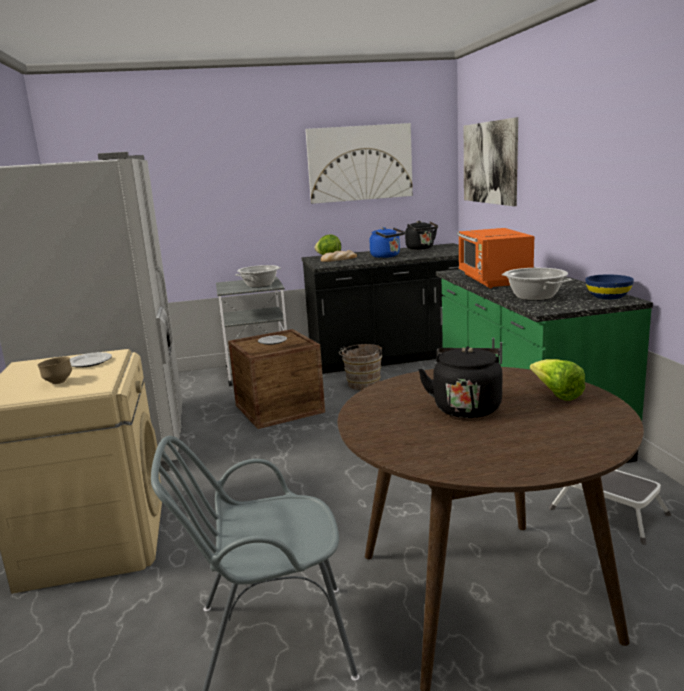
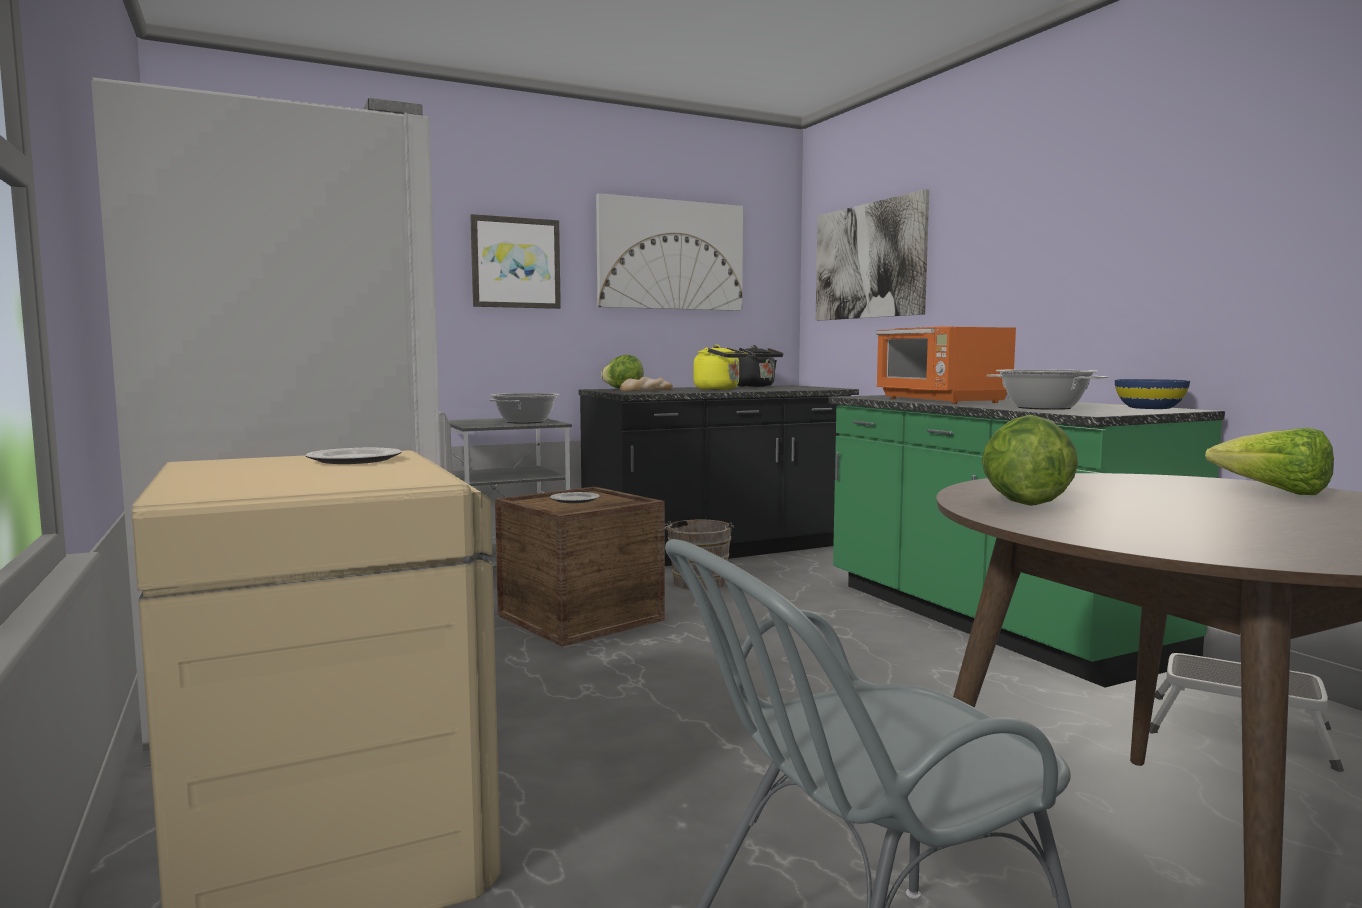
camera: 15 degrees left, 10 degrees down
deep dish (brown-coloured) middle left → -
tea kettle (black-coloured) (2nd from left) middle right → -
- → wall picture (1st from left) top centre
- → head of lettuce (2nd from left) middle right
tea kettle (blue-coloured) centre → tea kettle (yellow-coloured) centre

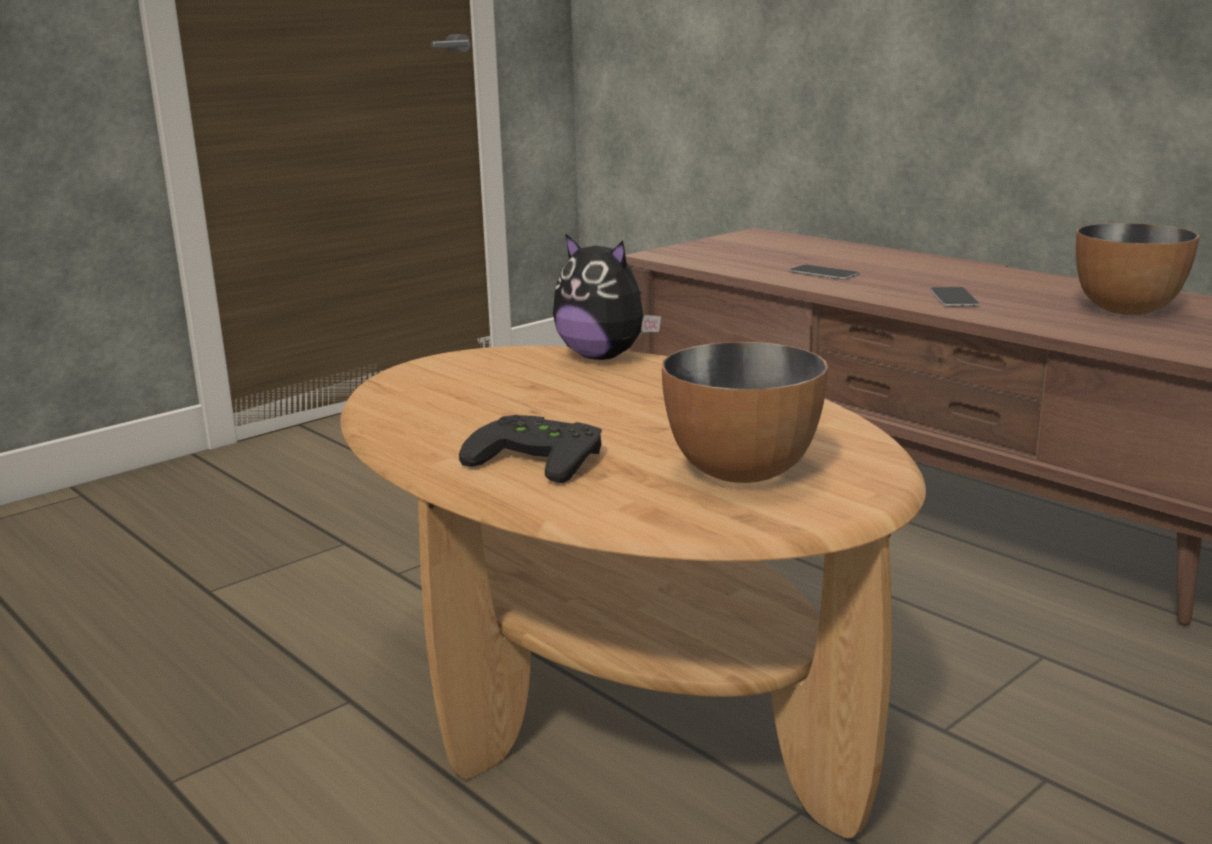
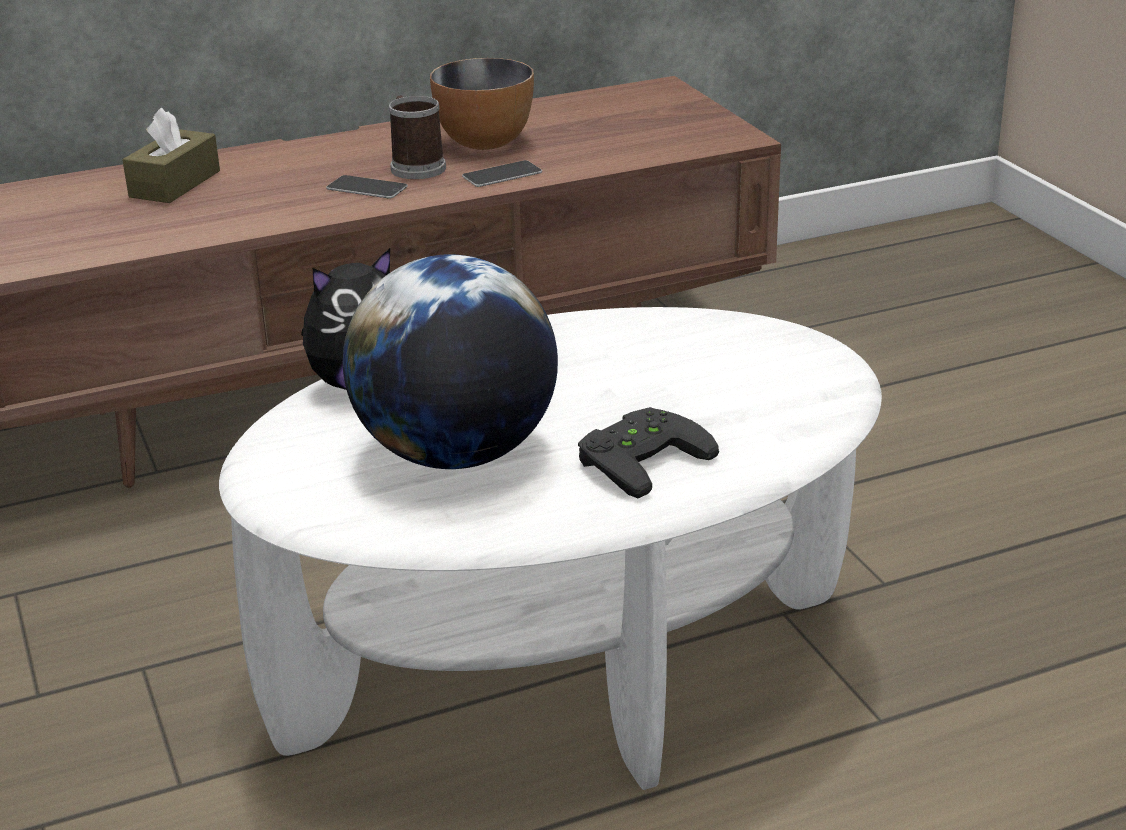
camera: 70 degrees left, 10 degrees up
deep dish (1st from left) centre → -
- → box of tissues (brown-coloured) top left
- → desk globe centre
- → tea mug top centre
telephone (1st from left in the first image) top right → telephone (2nd from left) top centre, move
coffee table (brown-coloured) bottom centre → coffee table (whitish) centre

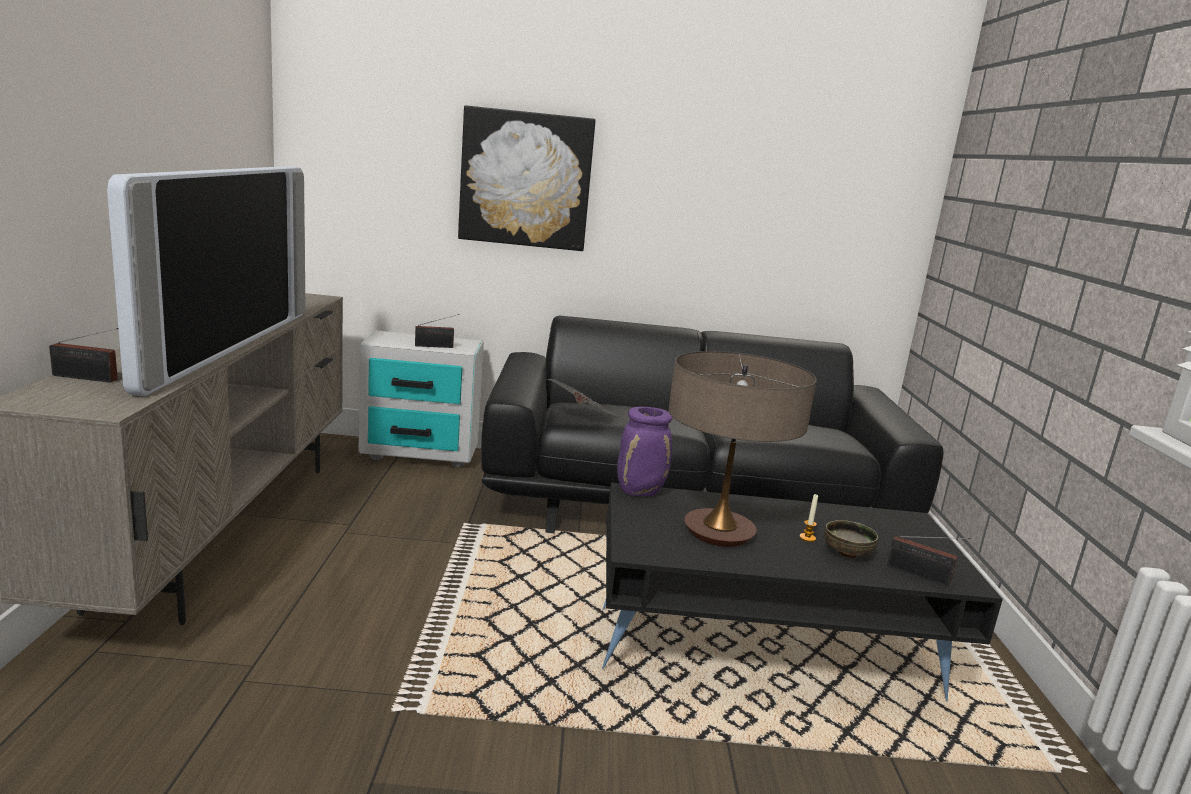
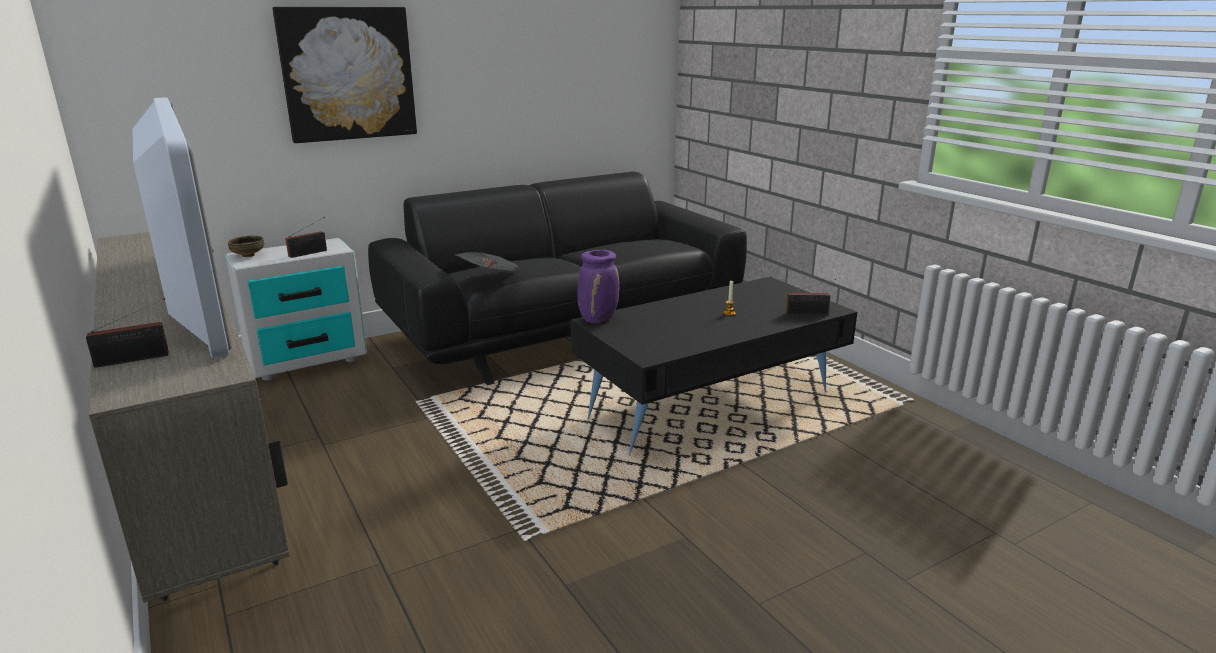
camera: 30 degrees left, 5 degrees up
lamp for a table centre → -
deep dish bottom right → deep dish middle left, move

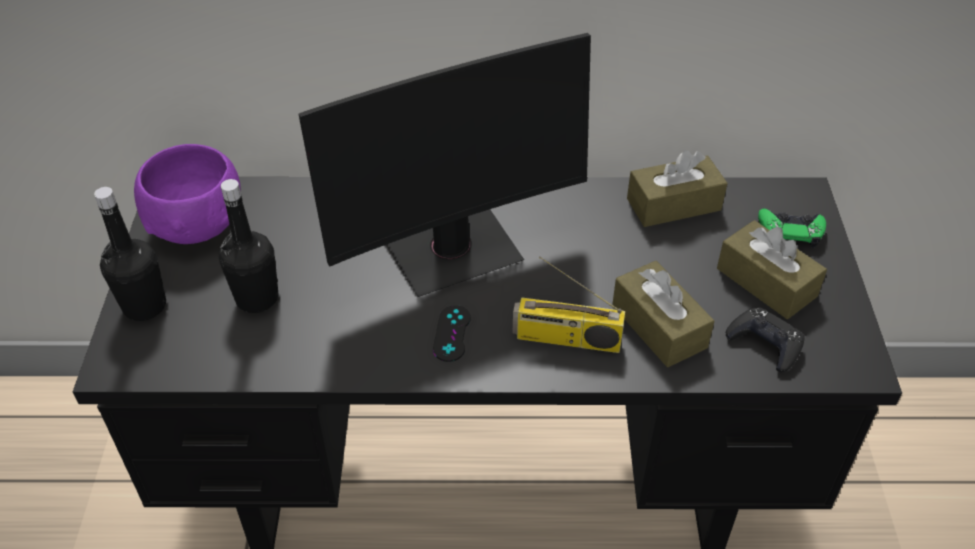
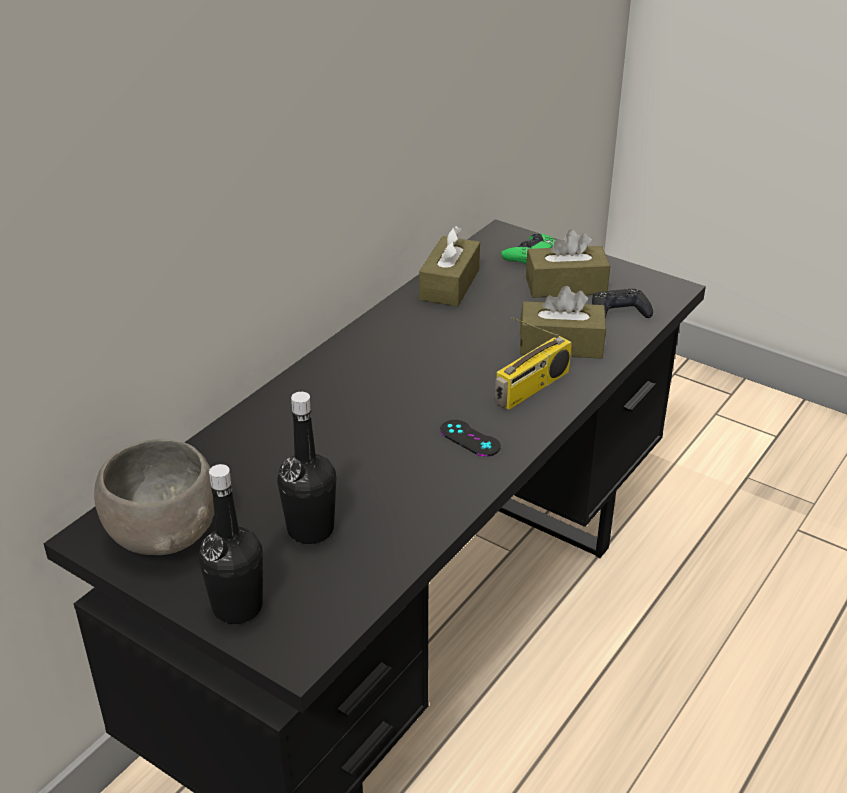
camera: 55 degrees left, 10 degrees down
computer display top centre → -
deep dish (purplish) middle left → deep dish (gray) middle left

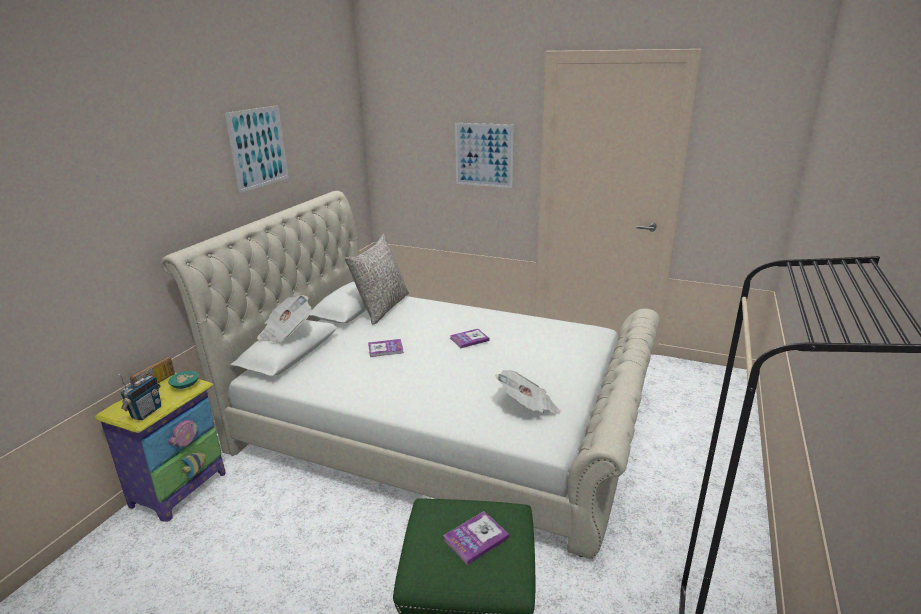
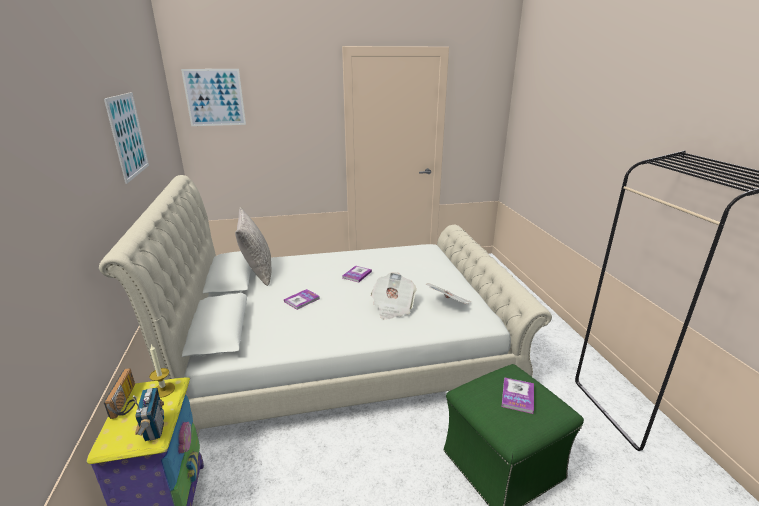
camera: 35 degrees left, 0 degrees up
newspaper (1st from left) middle left → newspaper (1st from left) centre, move
wall picture (2nd from left) top centre → wall picture (2nd from left) top left, move
deep dish (turquoise-coloured) middle left → wax light bottom left

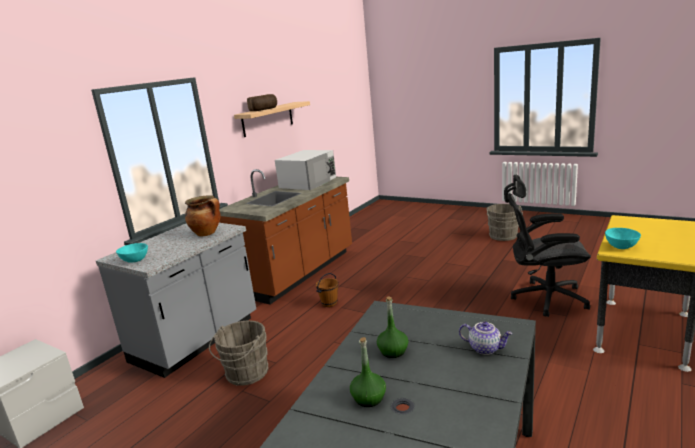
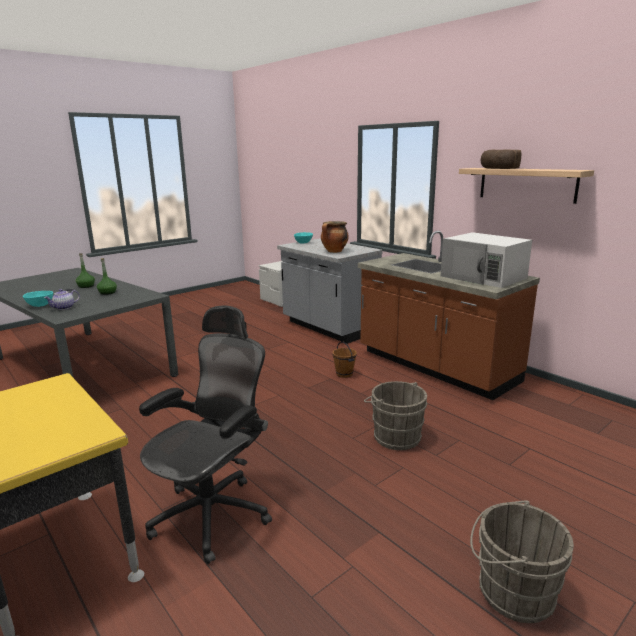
camera: 105 degrees right, 0 degrees up
pail (gray) (1st from left) bottom centre → pail (gray) (1st from left) centre, move
deep dish (turquoise-coloured) (2nd from left in the first image) middle right → deep dish (turquoise-coloured) (1st from left) middle left, move

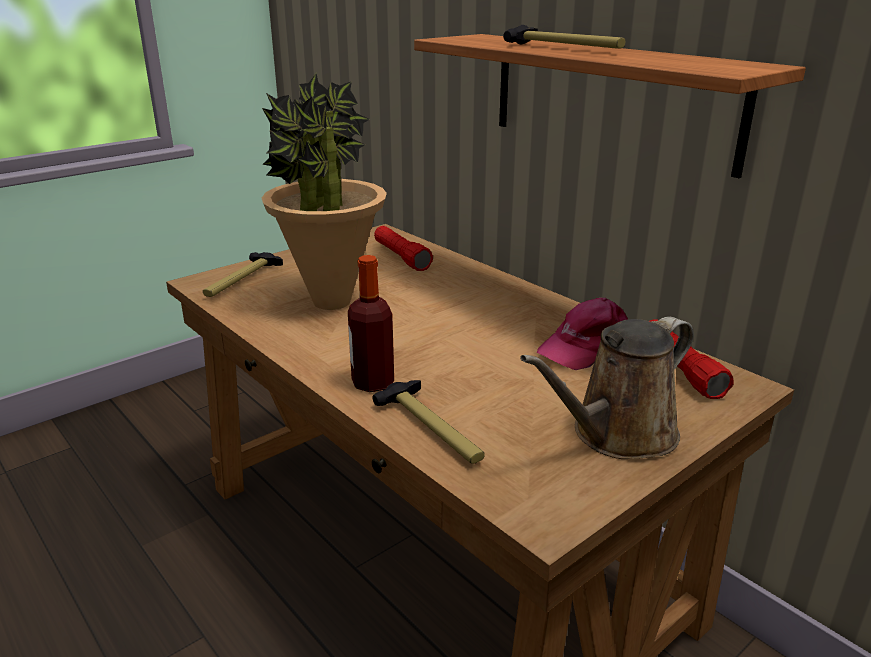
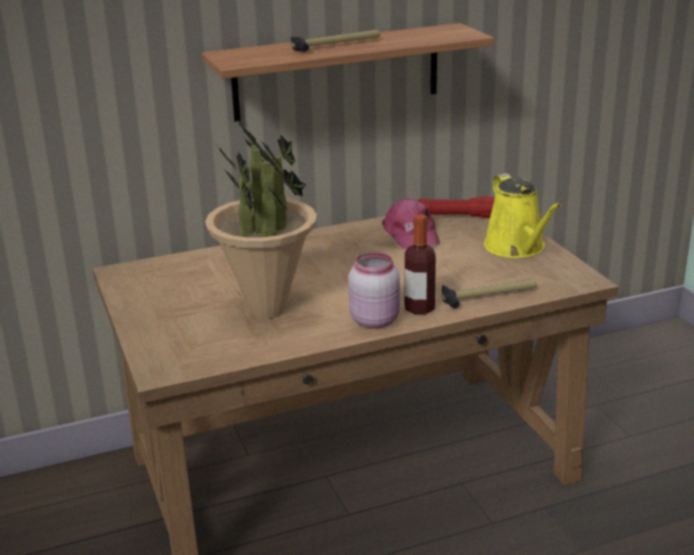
camera: 70 degrees left, 0 degrees up
hand hammer (1st from left) middle left → -
torch (reddish) (1st from left) centre → -
- → storage jar (pinkish) centre
watering pot (brown-coloured) middle right → watering pot (yellow-coloured) middle right

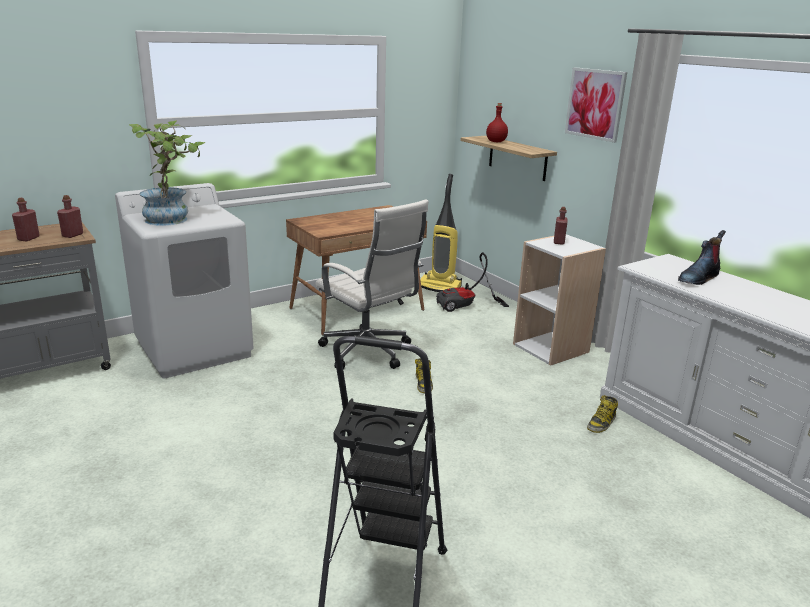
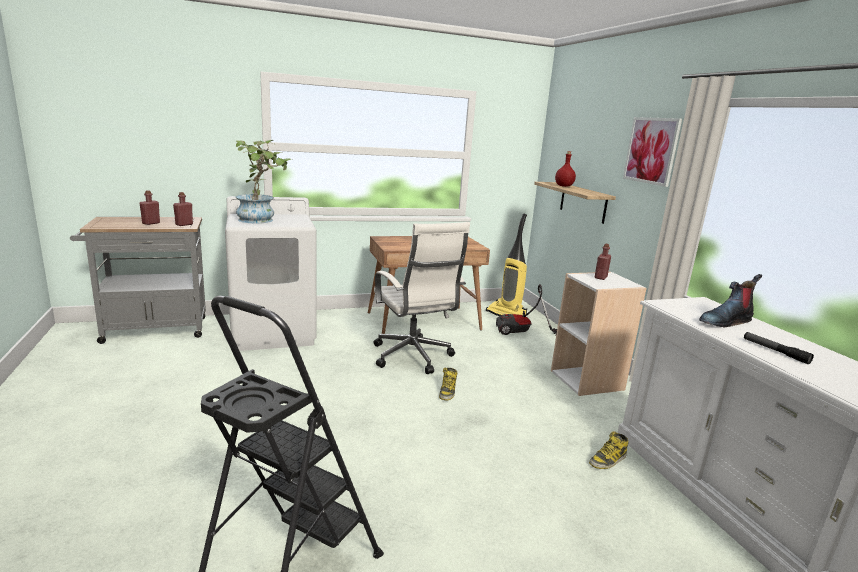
camera: 15 degrees right, 5 degrees down
- → torch middle right

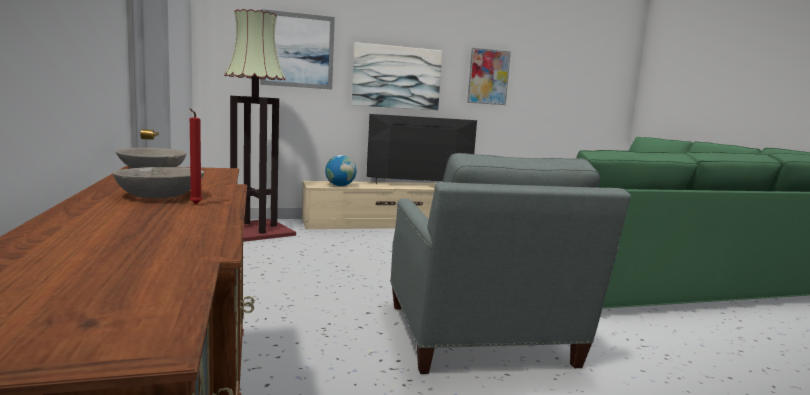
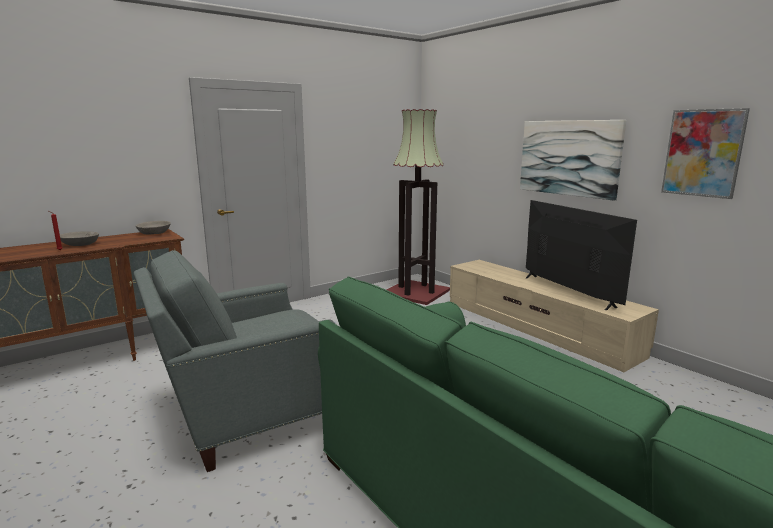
camera: 70 degrees right, 5 degrees up
wall picture (1st from left) top centre → -
desk globe centre → -

